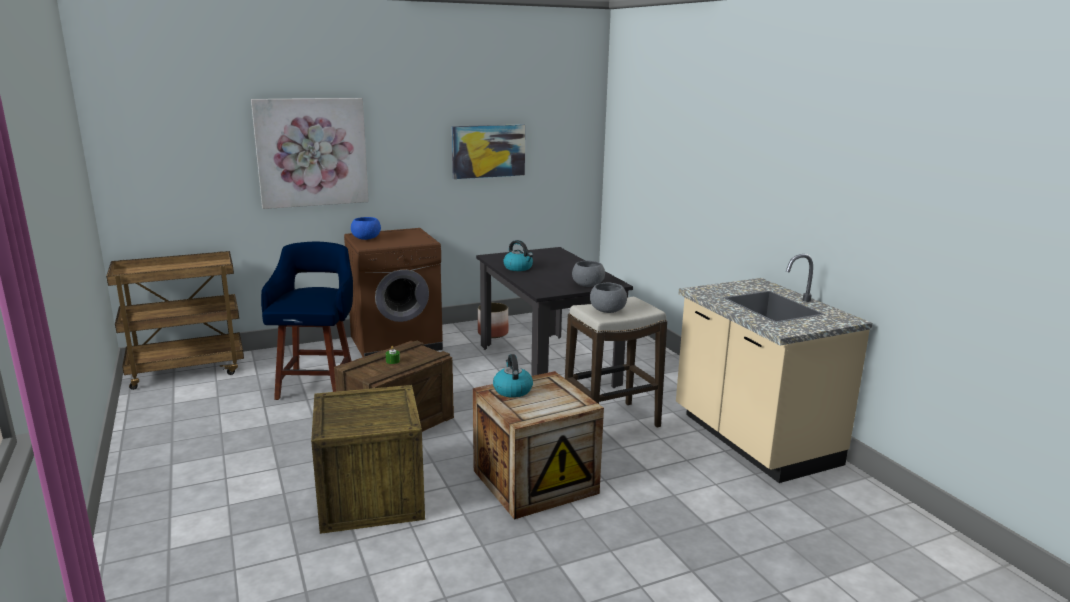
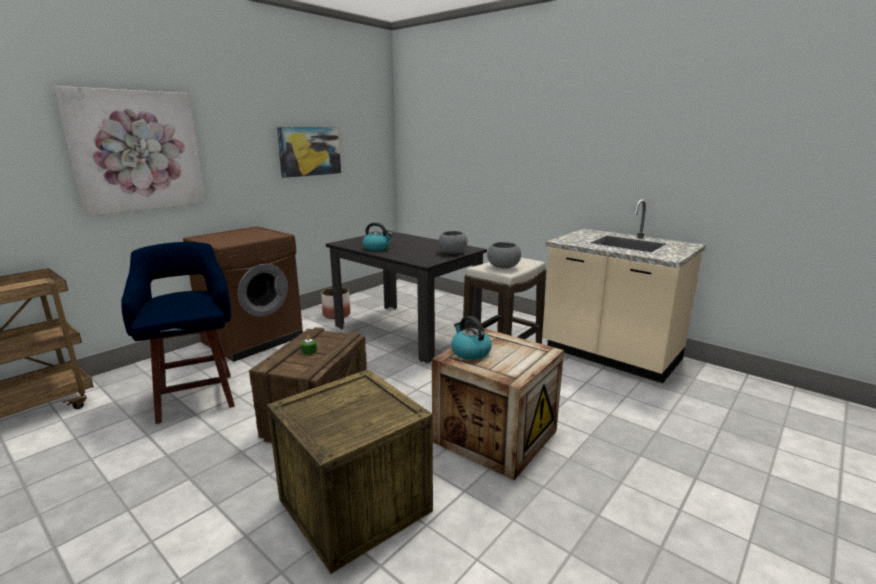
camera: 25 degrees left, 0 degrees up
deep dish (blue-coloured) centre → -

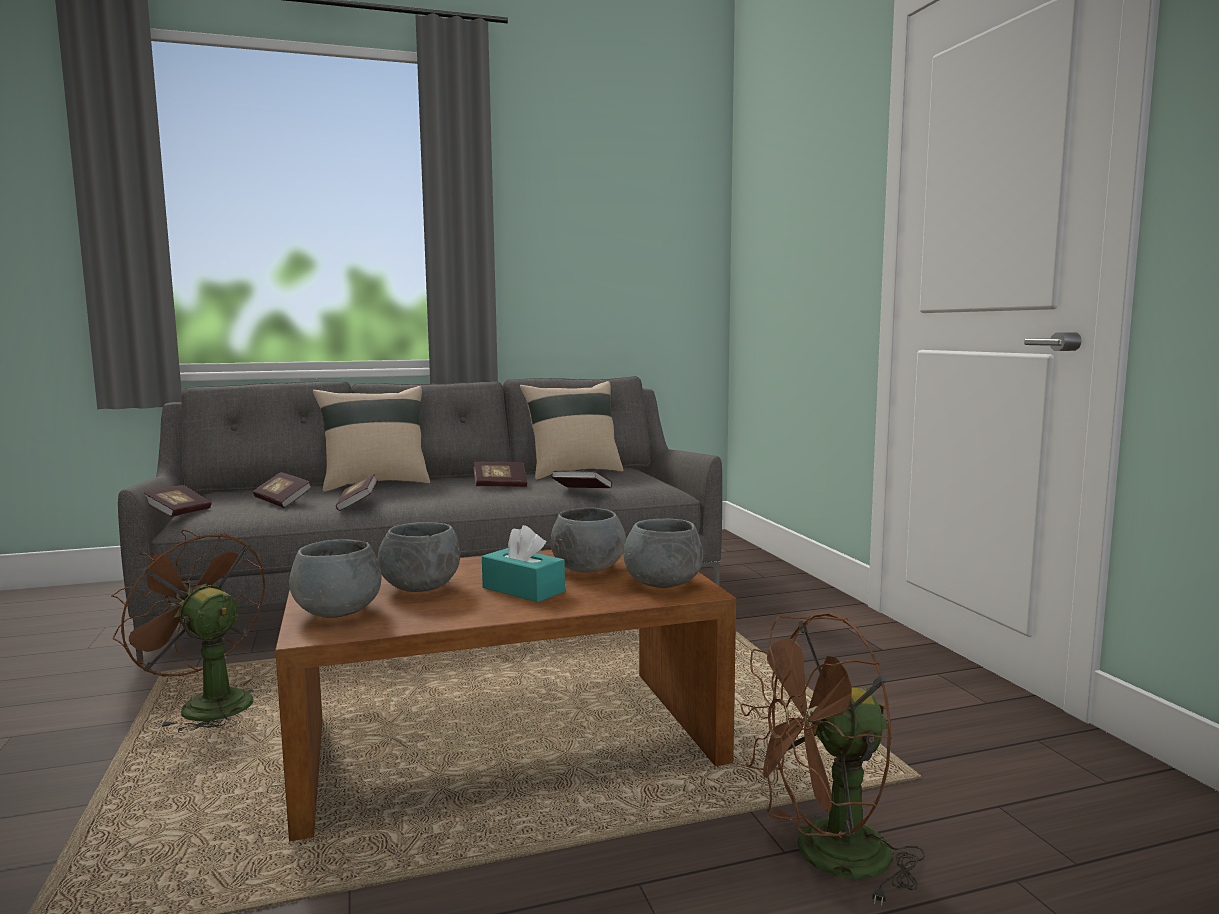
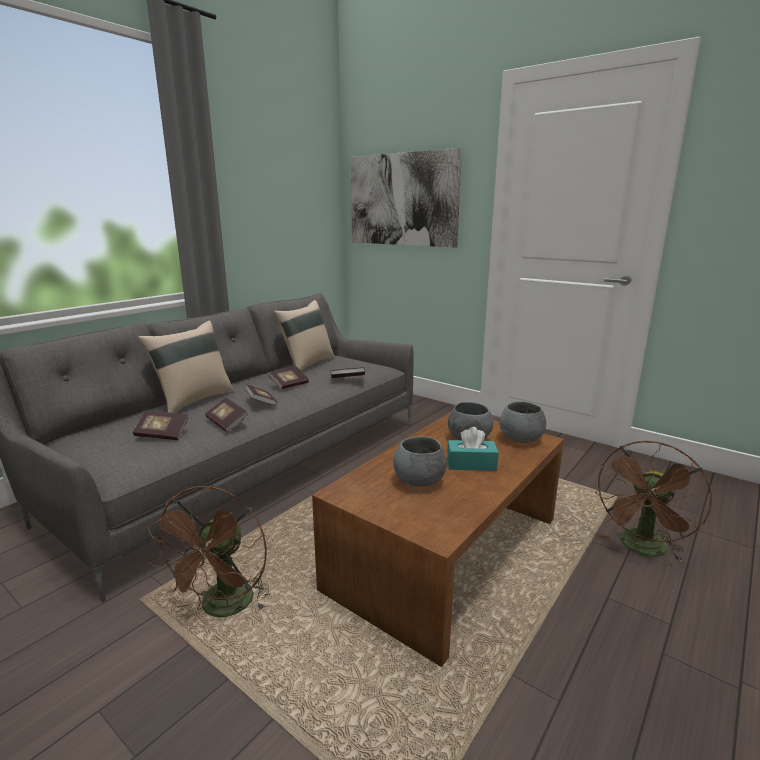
camera: 35 degrees left, 10 degrees up
deep dish (gray) (1st from left) middle left → -
- → wall picture top centre
volume (1st from left in the first image) middle left → volume (3rd from left) centre, move
cooling fan (brown-coloured) (1st from left) bottom left, 75 degrees counterclockwise

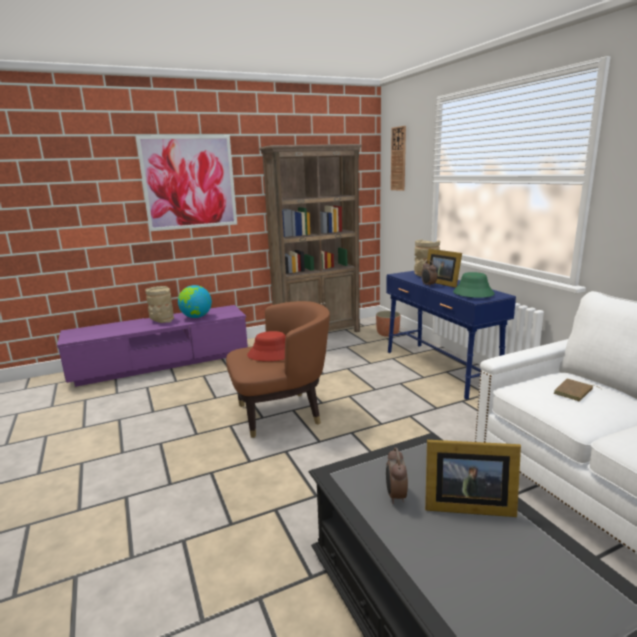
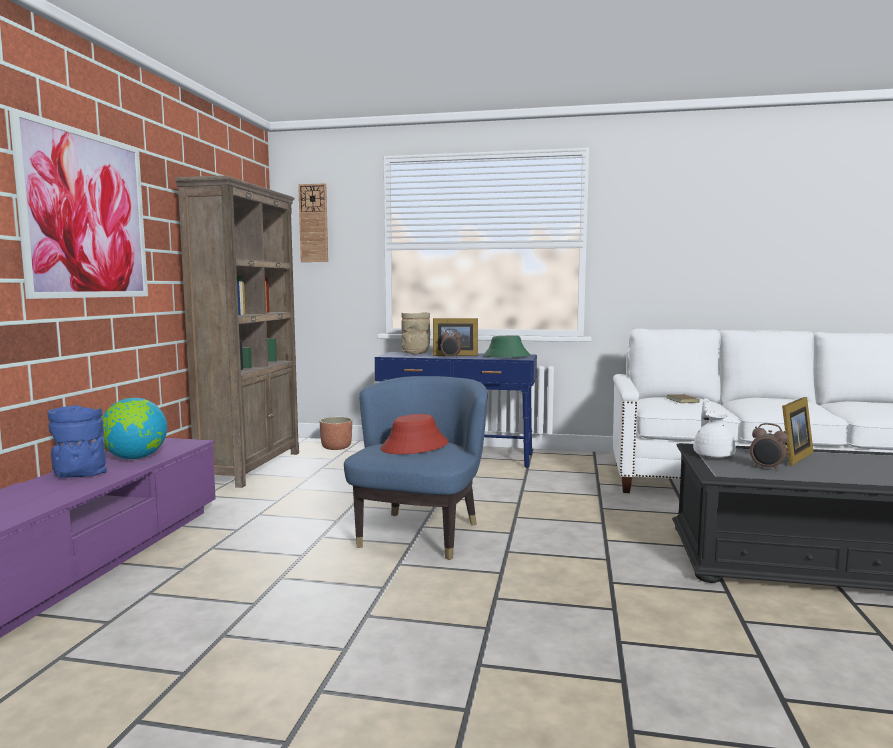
camera: 55 degrees left, 10 degrees down
- → teapot (whitish) middle right
vase (beige) (1st from left) middle left → vase (blue-coloured) middle left
armchair (brown-coloured) centre → armchair (blue-coloured) centre

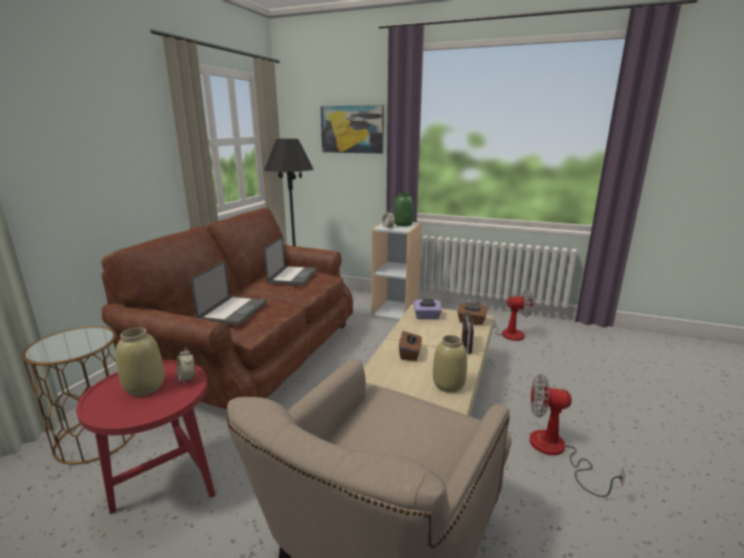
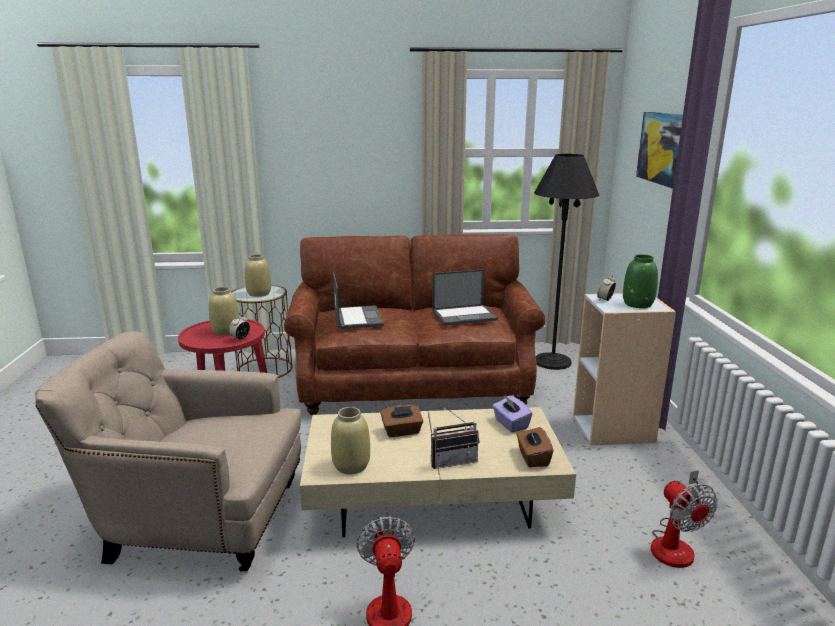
camera: 65 degrees right, 0 degrees up
- → vase (beige) (2nd from left) middle left
notebook computer (1st from left) middle left → notebook computer (1st from left) centre, 90 degrees counterclockwise

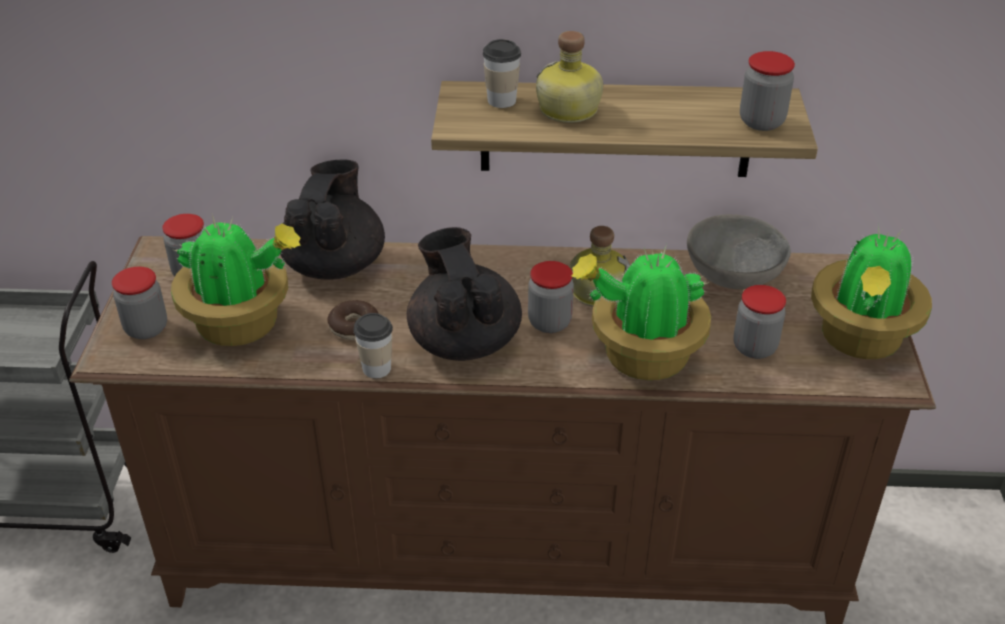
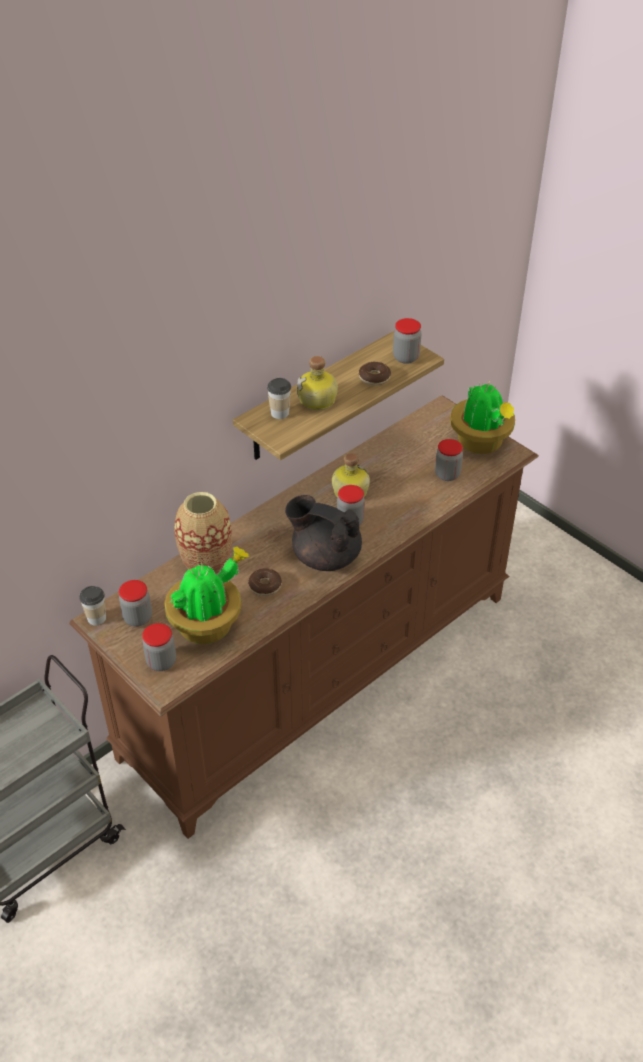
camera: 45 degrees left, 5 degrees up
plant in a pot (2nd from left) centre → -
deep dish (gray) middle right → -
- → doughnut (2nd from left) centre
small cup (1st from left) centre → small cup (1st from left) middle left, move
teapot (black-coloured) (1st from left) middle left → vase middle left

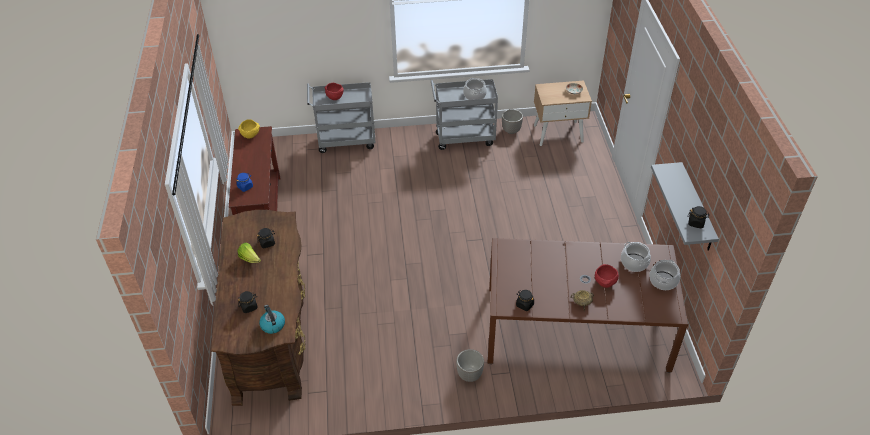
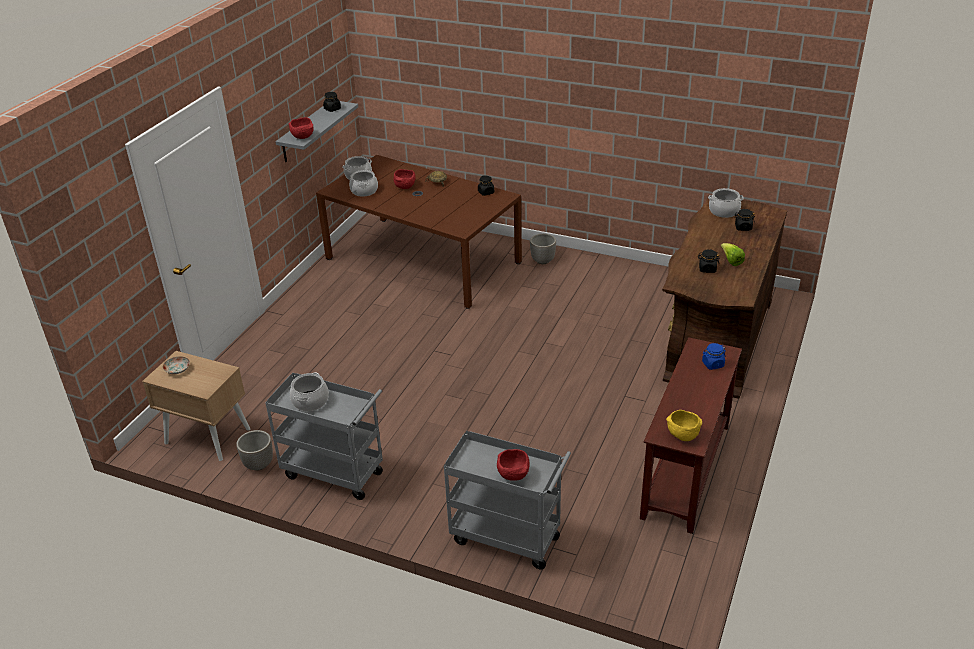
camera: 150 degrees left, 10 degrees down
- → deep dish (reddish) (1st from left) top left
tea kettle bottom left → cooking pot (4th from left) top right

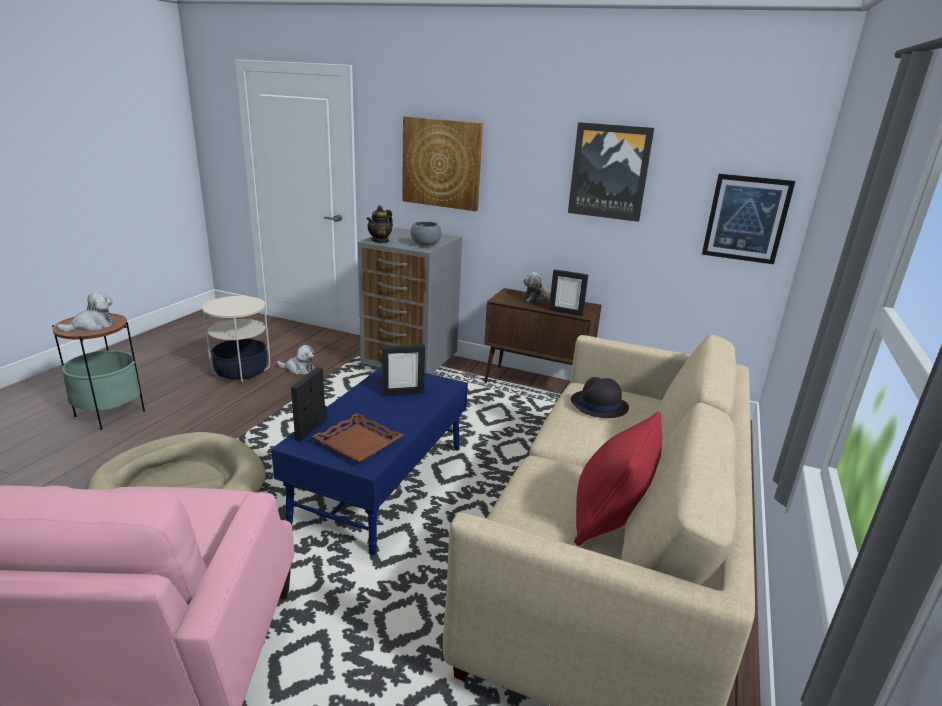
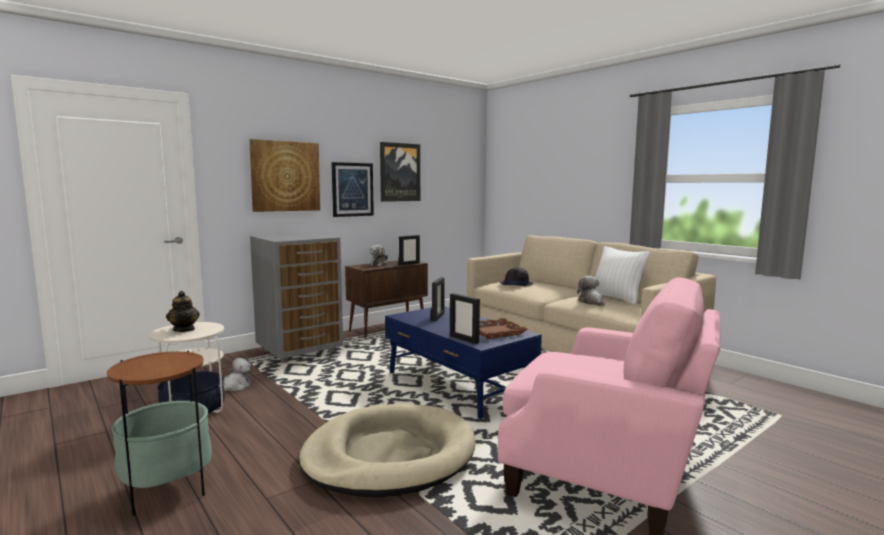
camera: 60 degrees left, 15 degrees down
deep dish (gray) top centre → -
cuddly toy (1st from left in the first image) middle left → cuddly toy (3rd from left) middle right, move
teapot top centre → teapot middle left, move
wall picture (3rd from left in the first image) top right → wall picture (2nd from left) centre, move
throw pillow (reddish) bottom centre → throw pillow (whitish) middle right

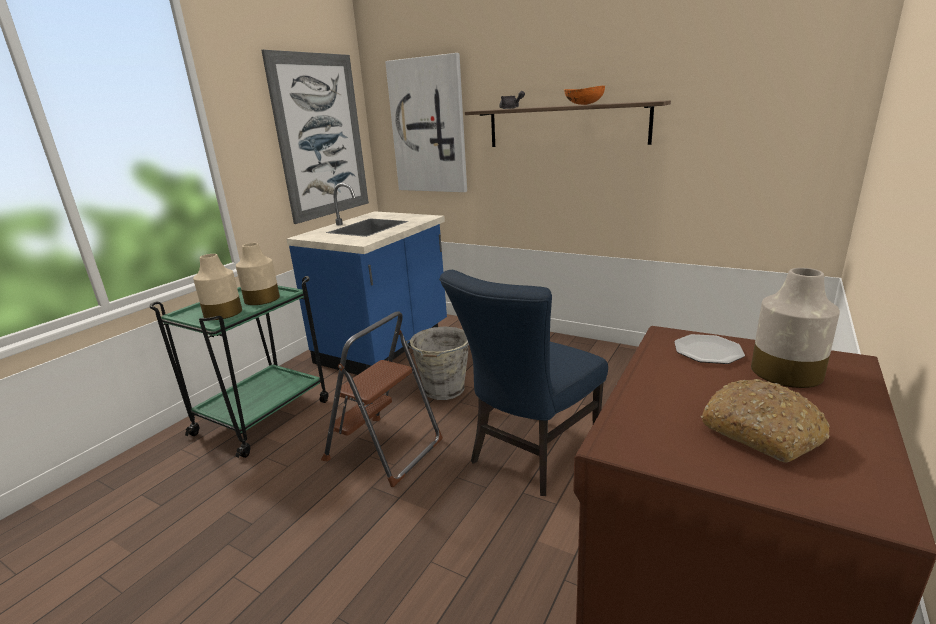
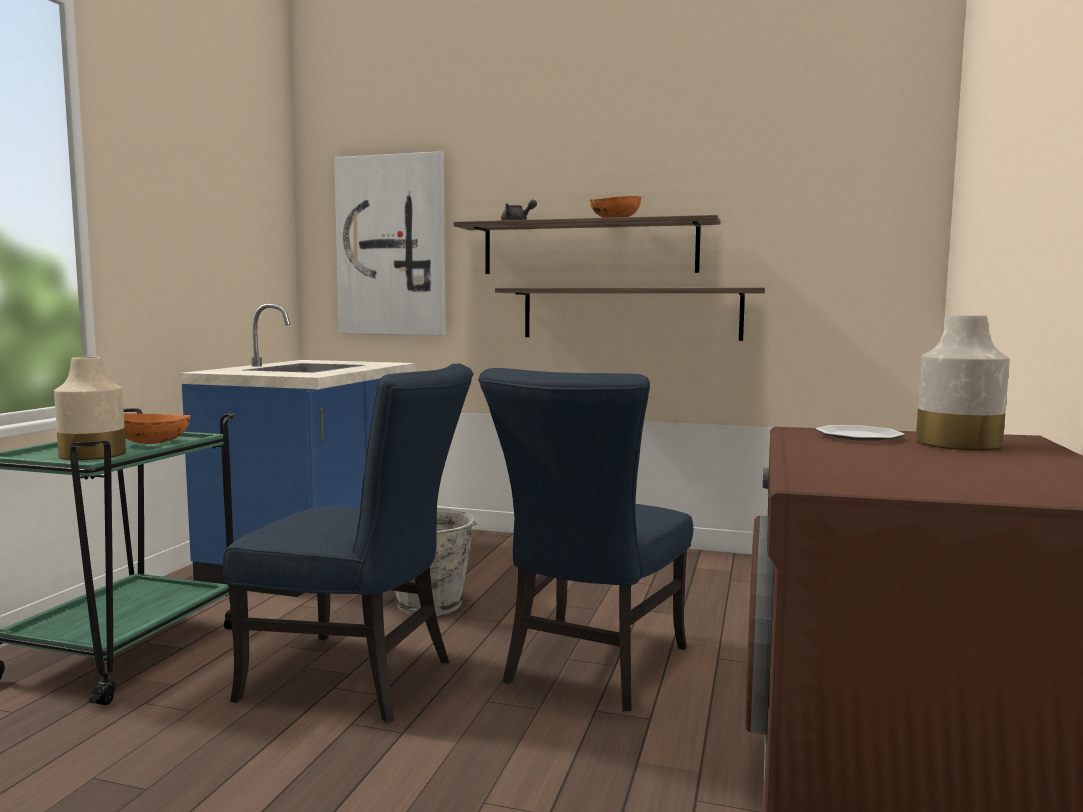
camera: 15 degrees left, 15 degrees down
wall picture (1st from left) top centre → -
bread bottom right → -
- → bracket shelf (2nd from left) centre
vase (beige) (2nd from left) middle left → deep dish (orange-coloured) (1st from left) middle left
stepladder (brown-coloured) centre → plain chair (blue-coloured) (1st from left) bottom left

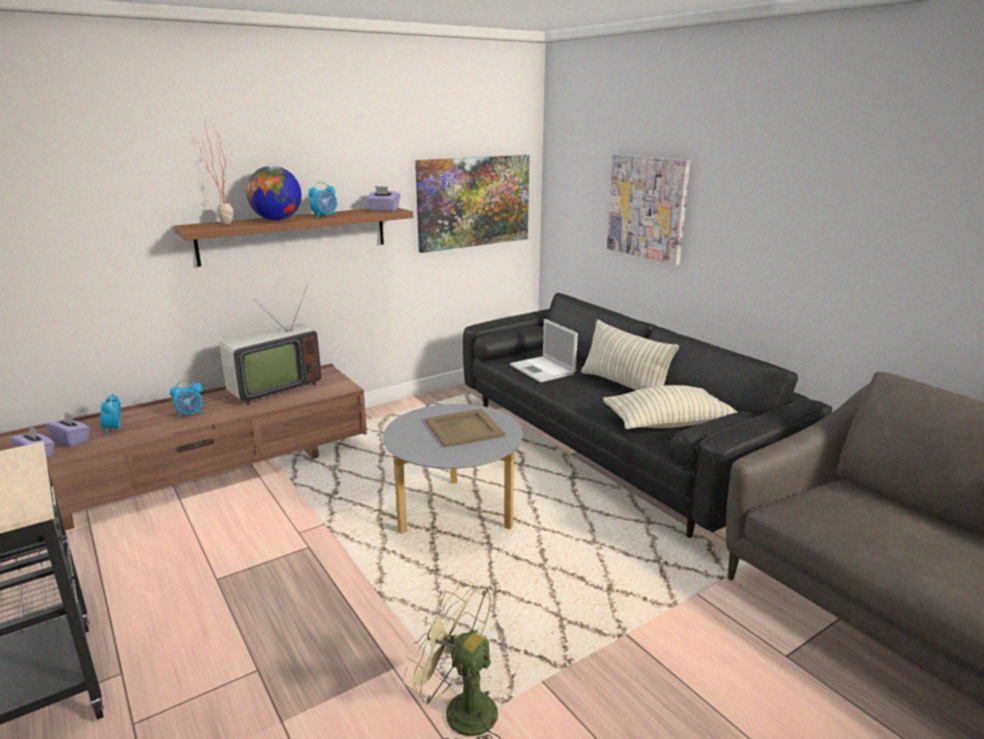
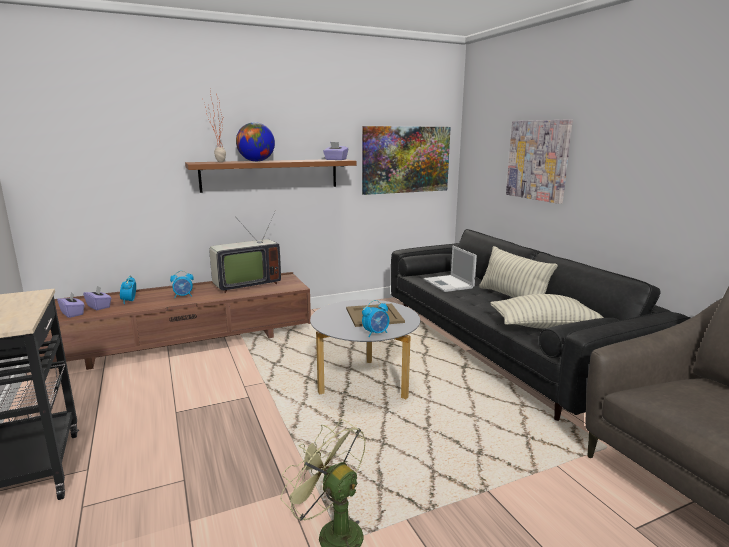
camera: 10 degrees right, 5 degrees down
alarm clock (3rd from left) top left → alarm clock (3rd from left) centre, move

